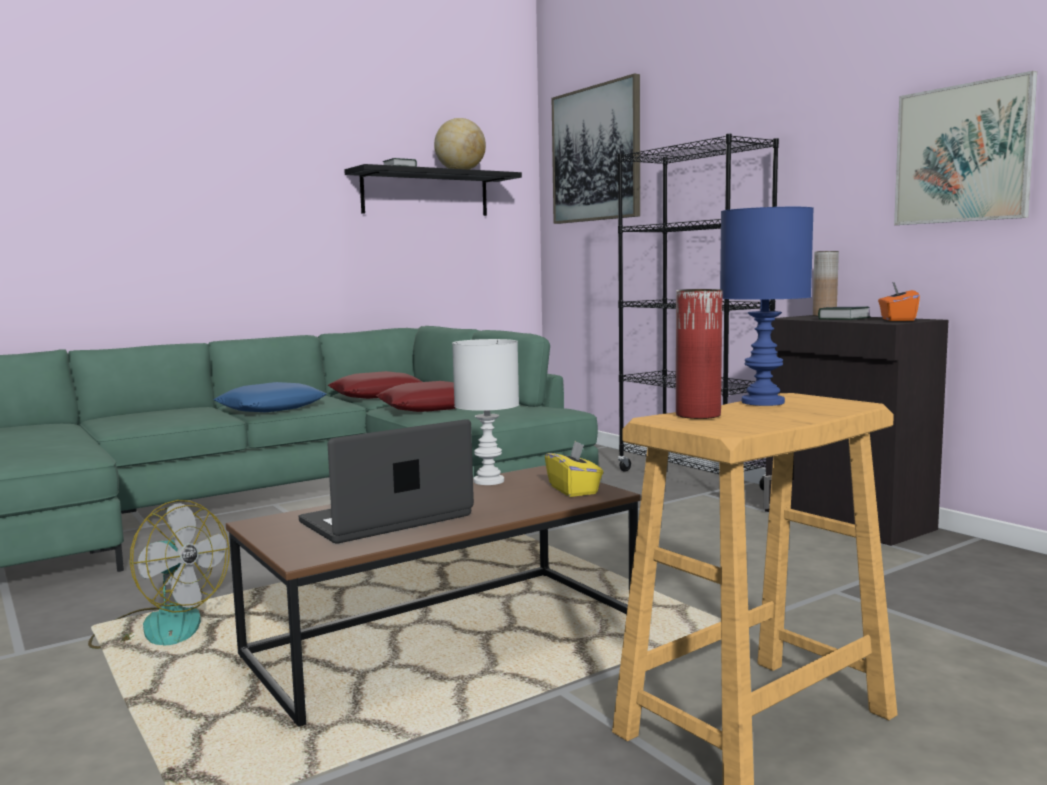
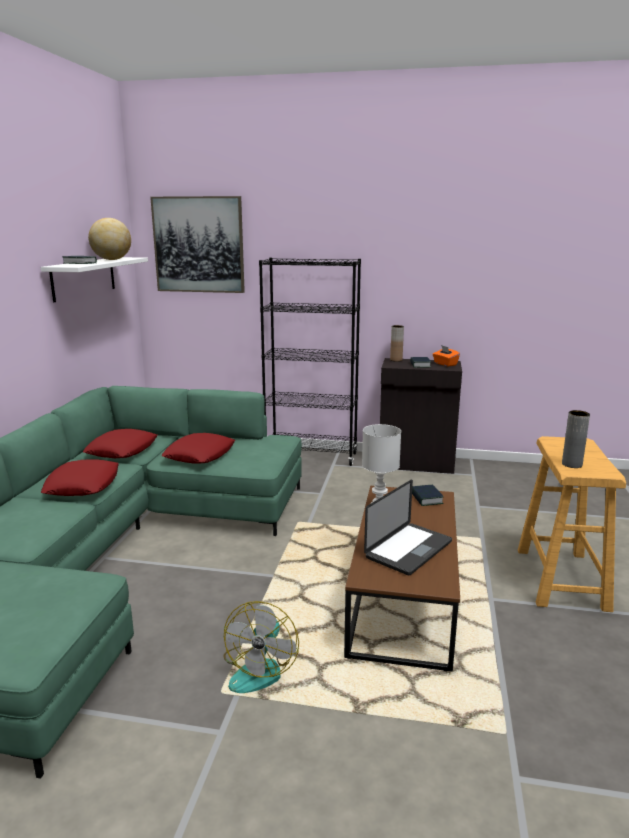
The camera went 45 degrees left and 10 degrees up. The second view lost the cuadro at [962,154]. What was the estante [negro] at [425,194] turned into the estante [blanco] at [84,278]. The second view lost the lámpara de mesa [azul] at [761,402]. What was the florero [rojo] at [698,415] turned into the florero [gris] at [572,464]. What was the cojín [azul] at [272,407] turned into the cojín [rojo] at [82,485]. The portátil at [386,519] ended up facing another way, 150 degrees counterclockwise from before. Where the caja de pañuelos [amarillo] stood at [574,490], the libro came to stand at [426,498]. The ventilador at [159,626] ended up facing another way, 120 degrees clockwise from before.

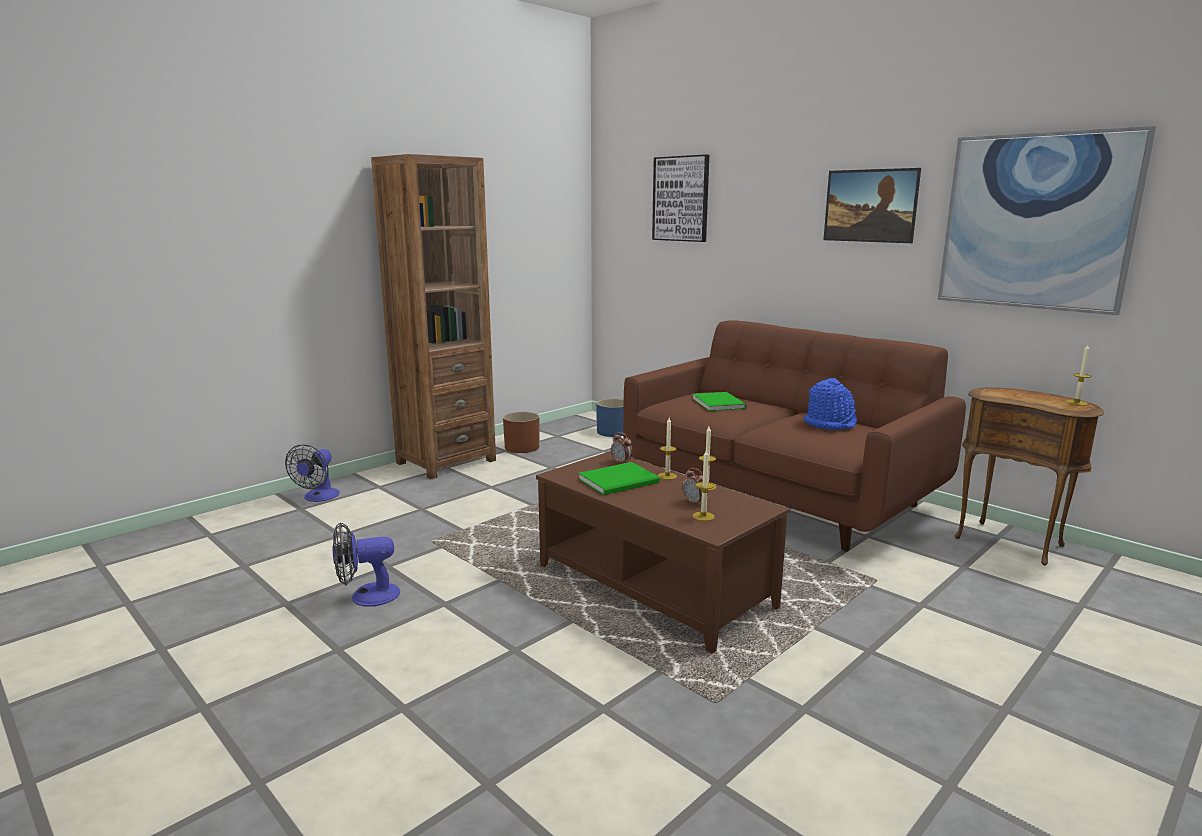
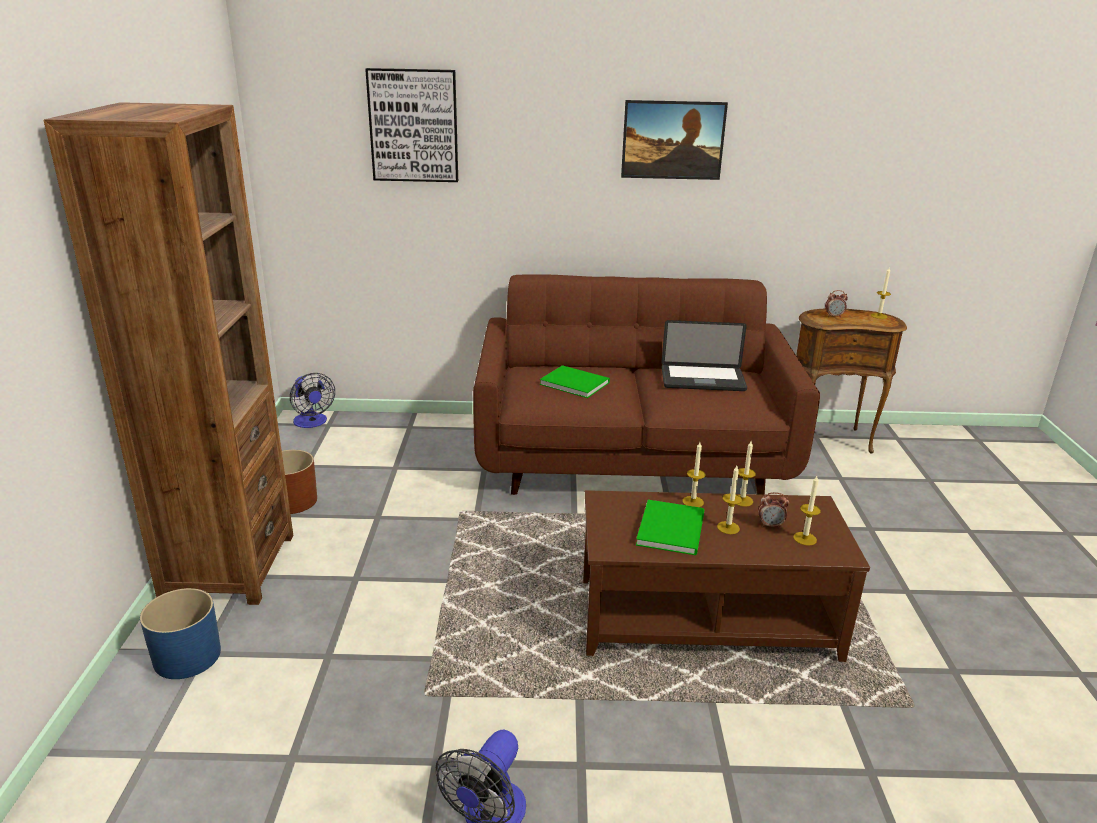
The camera went 45 degrees left and 10 degrees up. The second view lost the cuadro at [1036,222]. Where the sombrero [azul] stood at [830,423], the portátil came to stand at [702,380]. The maceta [azul] ended up elsewhere, having gone from [613,432] to [187,656]. The despertador ended up elsewhere, having gone from [621,462] to [834,316]. The ventilador ended up elsewhere, having gone from [318,497] to [312,423]. The second view gained the vela at [728,527].

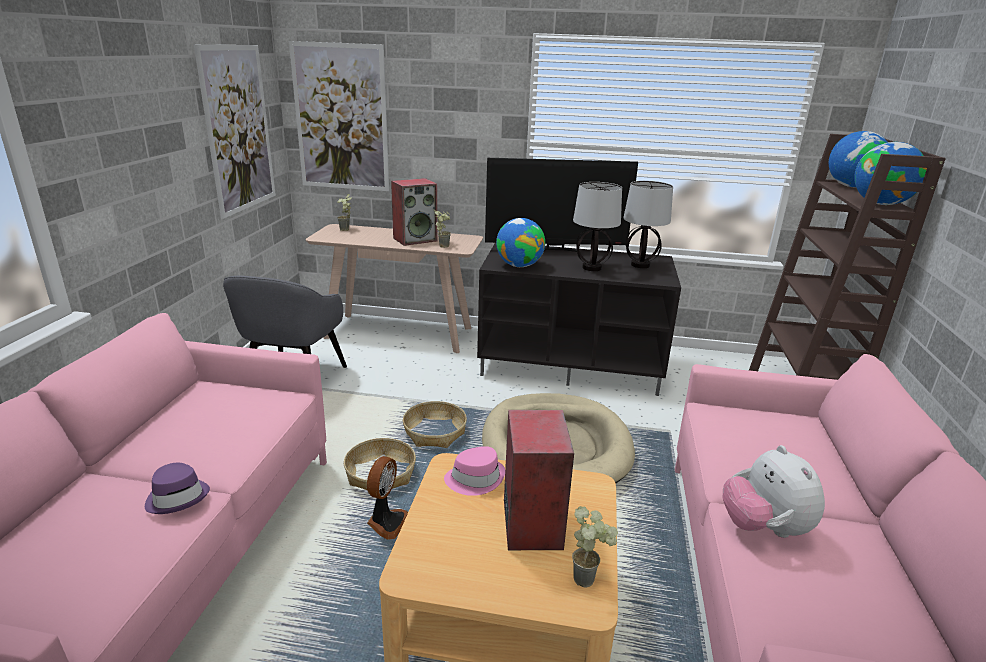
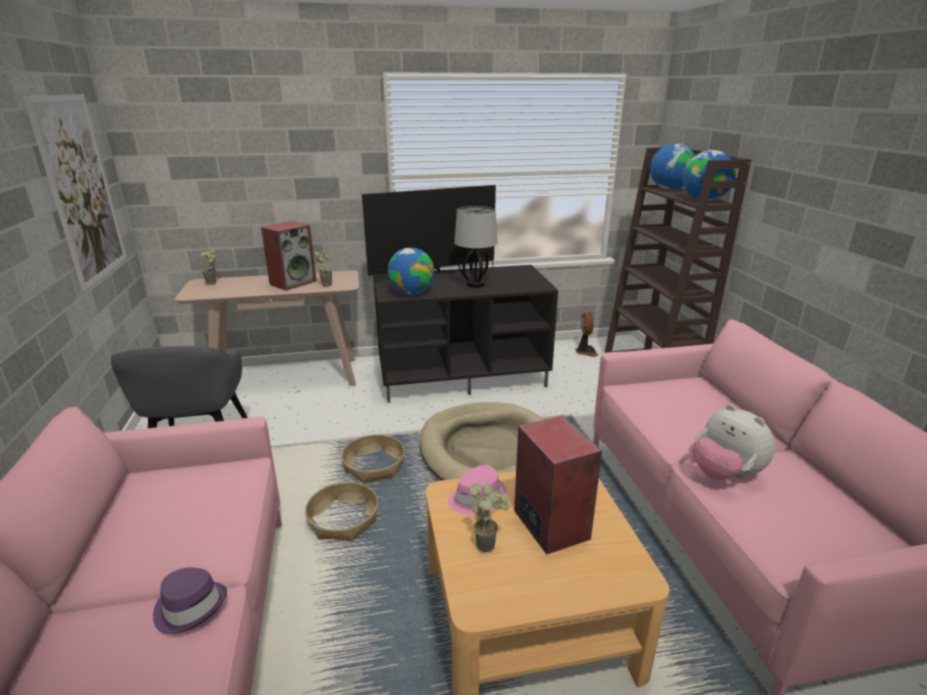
The camera went 20 degrees left and 0 degrees up. The second view lost the cuadro at [341,118]. The second view lost the lámpara de mesa at [641,265]. The ventilador ended up elsewhere, having gone from [386,522] to [585,351]. The planta en maceta ended up elsewhere, having gone from [589,578] to [489,543].

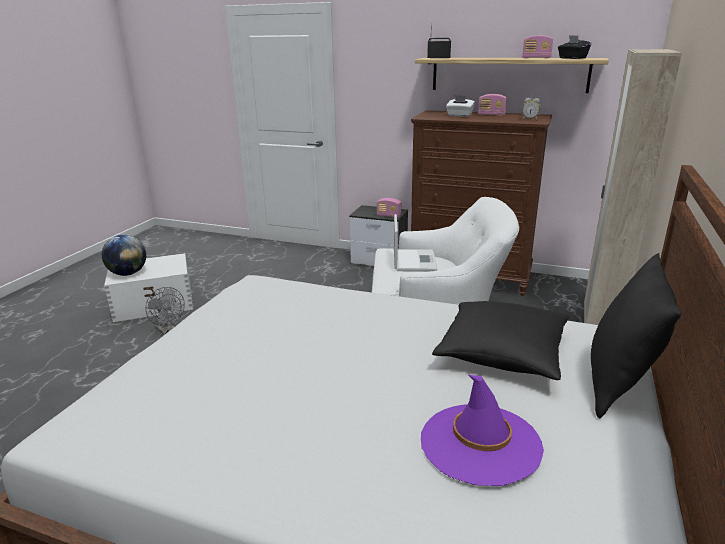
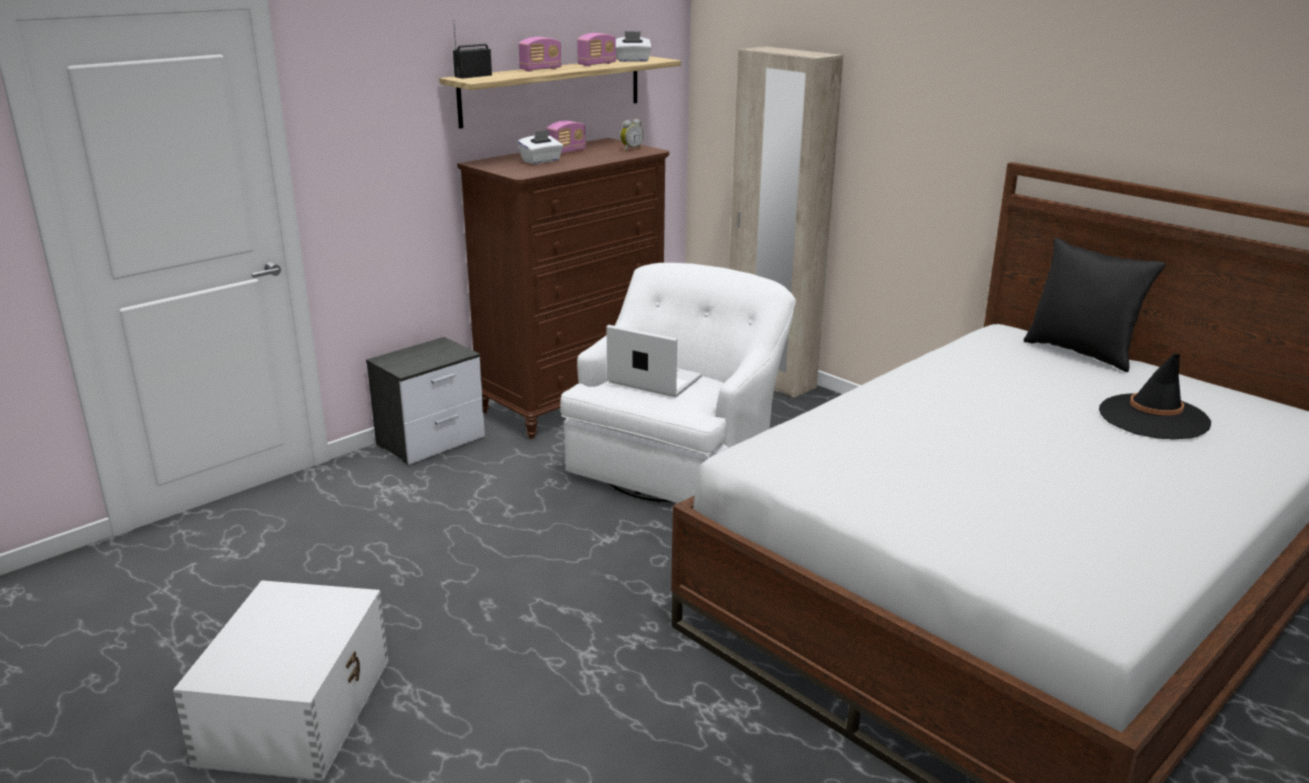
The camera went 65 degrees left and 0 degrees up. What was the caja de pañuelos [negro] at [572,58] turned into the caja de pañuelos [blanco] at [632,61]. The radio ended up elsewhere, having gone from [388,216] to [540,69]. The second view lost the globo terráqueo at [128,273]. The second view lost the ventilador [gris] at [168,331]. The second view lost the cojín [negro] at [502,353]. What was the sombrero [morado] at [480,443] turned into the sombrero [negro] at [1153,417].

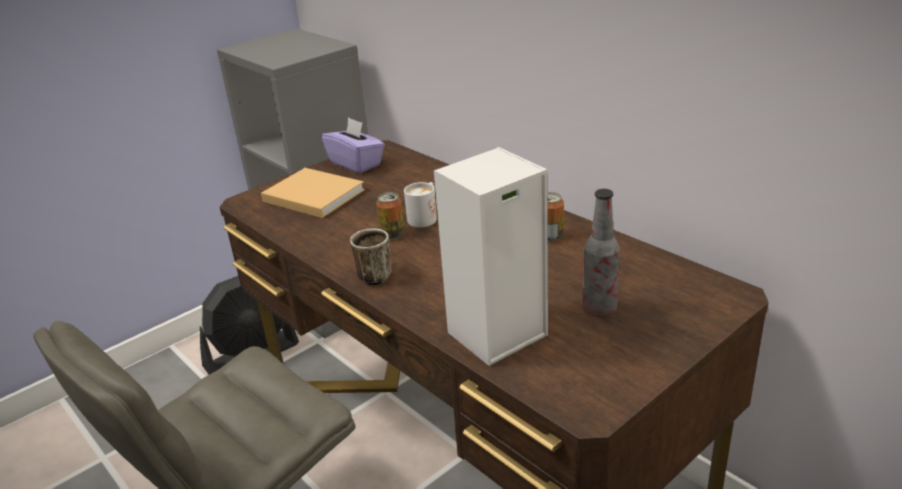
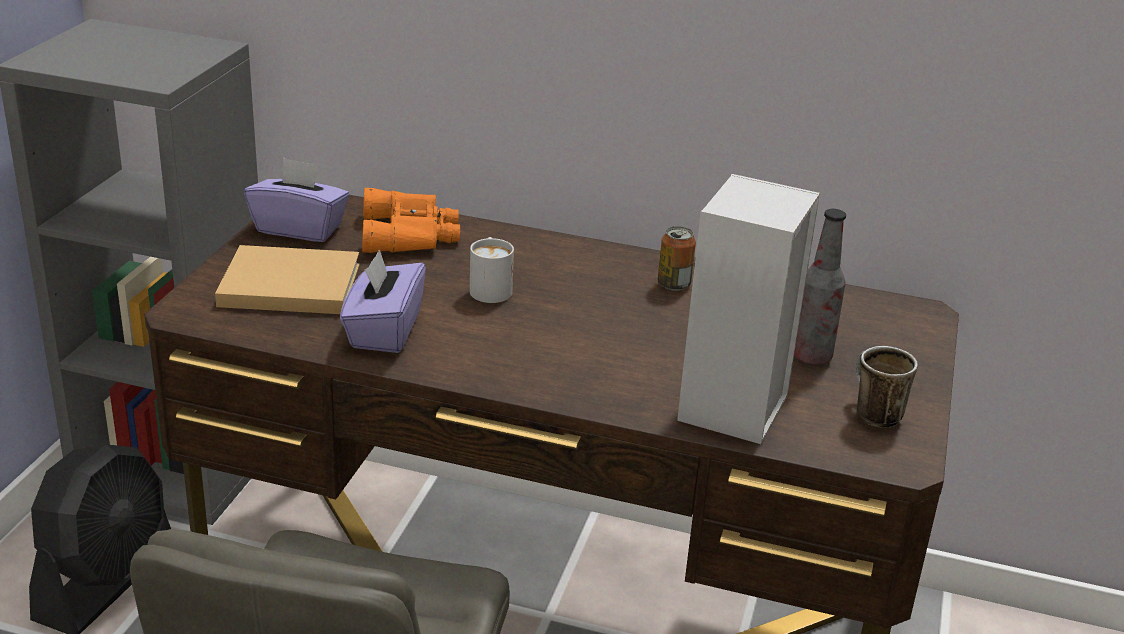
The camera went 35 degrees left and 0 degrees up. The second view lost the lata at [393,235]. The taza grande ended up elsewhere, having gone from [375,275] to [871,413]. The second view gained the prismáticos [naranja] at [411,234]. The second view gained the caja de pañuelos [morado] at [384,331].

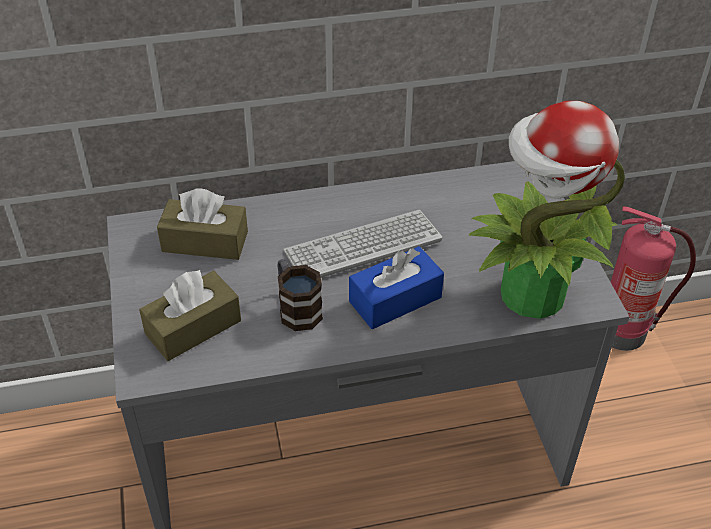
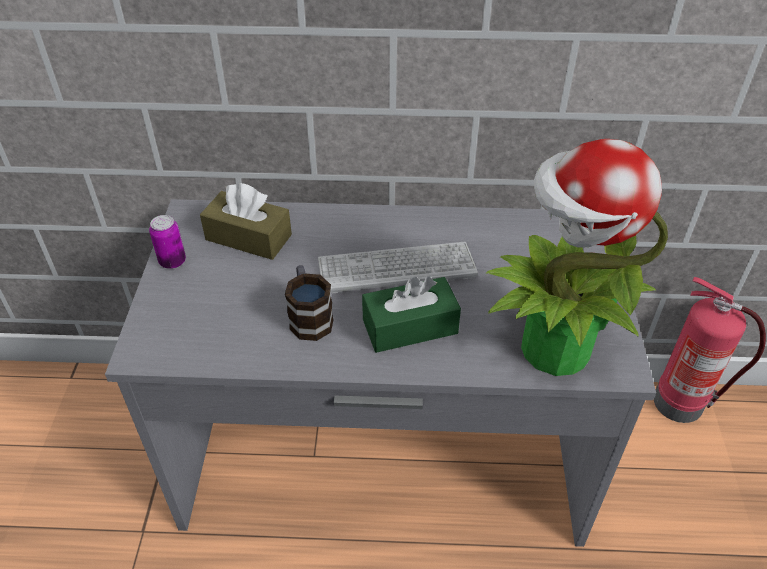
The camera went 15 degrees right and 0 degrees up. What was the caja de pañuelos [azul] at [395,299] turned into the caja de pañuelos [verde] at [410,326]. The second view lost the caja de pañuelos [marrón] at [193,327]. The second view gained the lata at [172,261].

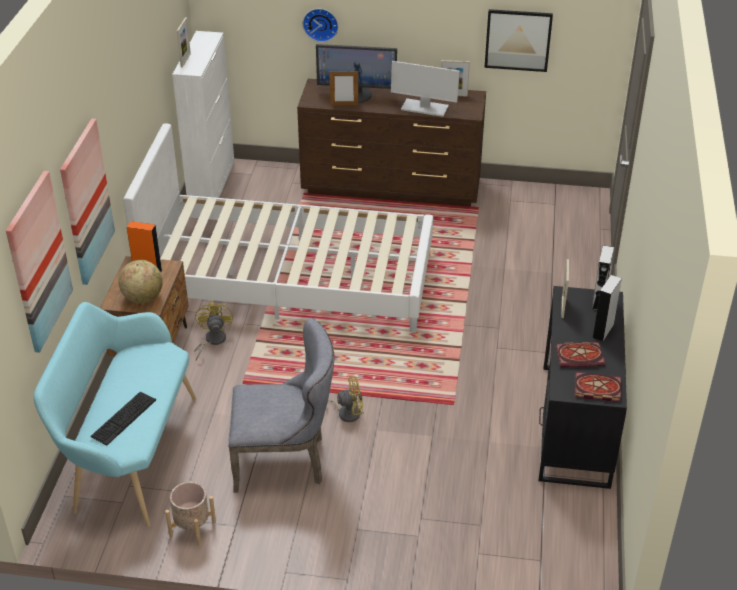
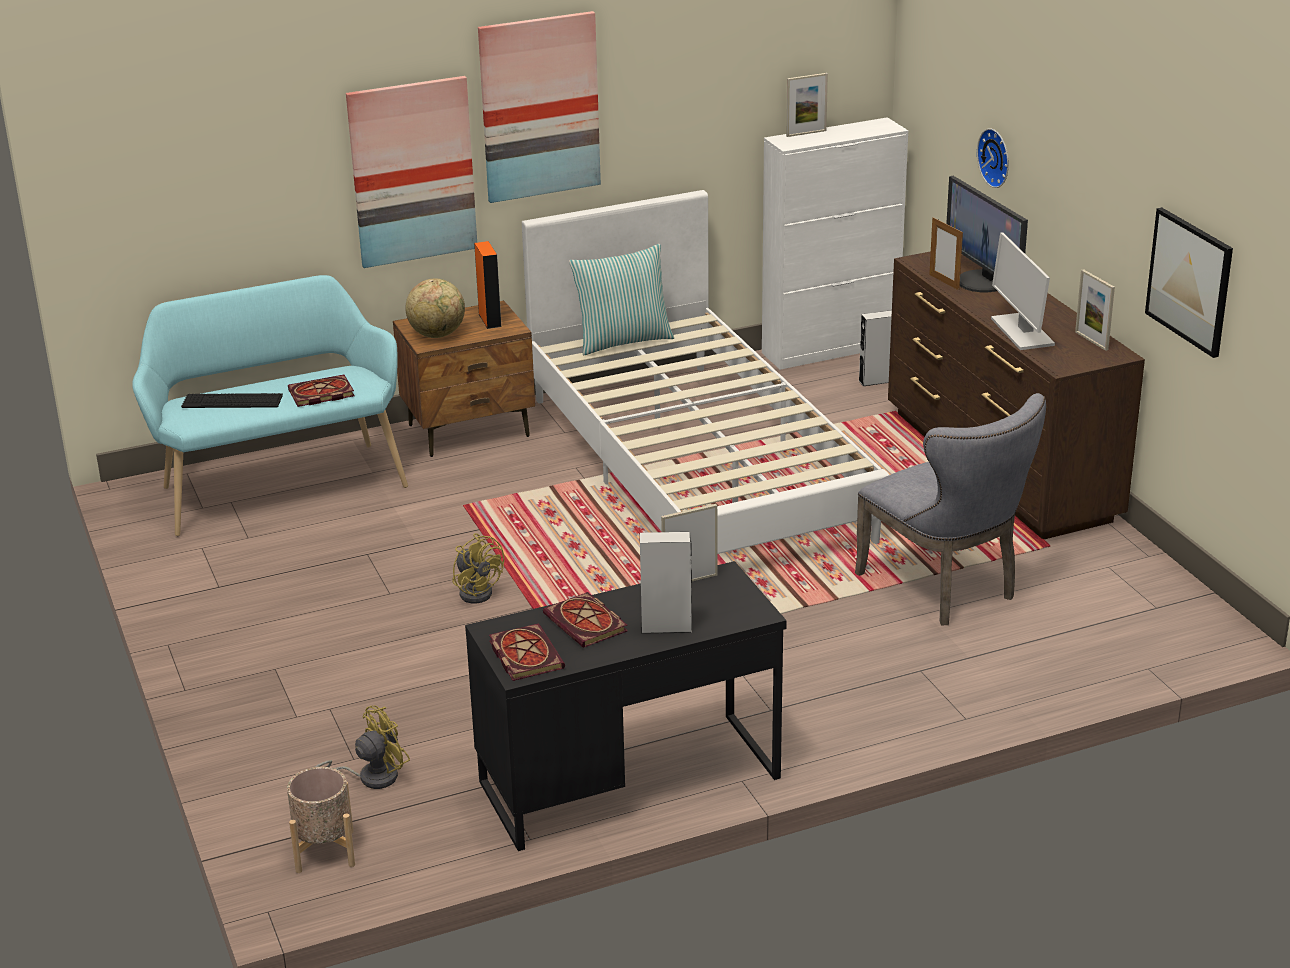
The camera went 60 degrees right and 10 degrees down. The cuadro ended up elsewhere, having gone from [38,262] to [539,106]. The altavoz [gris] ended up elsewhere, having gone from [599,301] to [877,381]. The ventilador [amarillo] ended up elsewhere, having gone from [212,341] to [370,777]. The silla [gris] ended up elsewhere, having gone from [285,460] to [945,588]. The maceta [beis] ended up elsewhere, having gone from [193,529] to [324,851]. The second view gained the cojín at [623,341]. The second view gained the libro at [320,394].

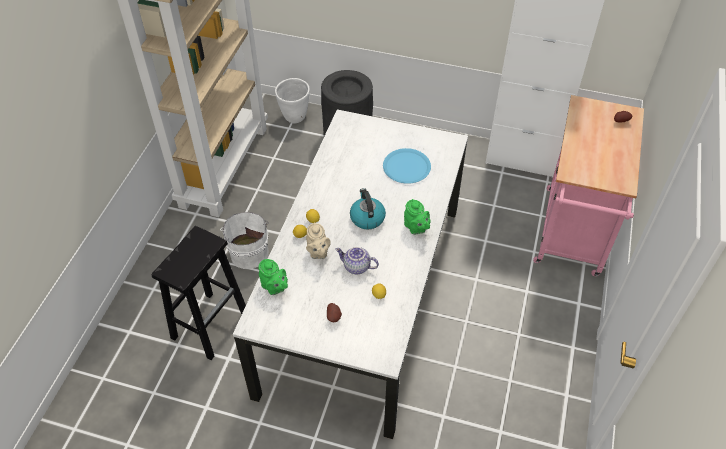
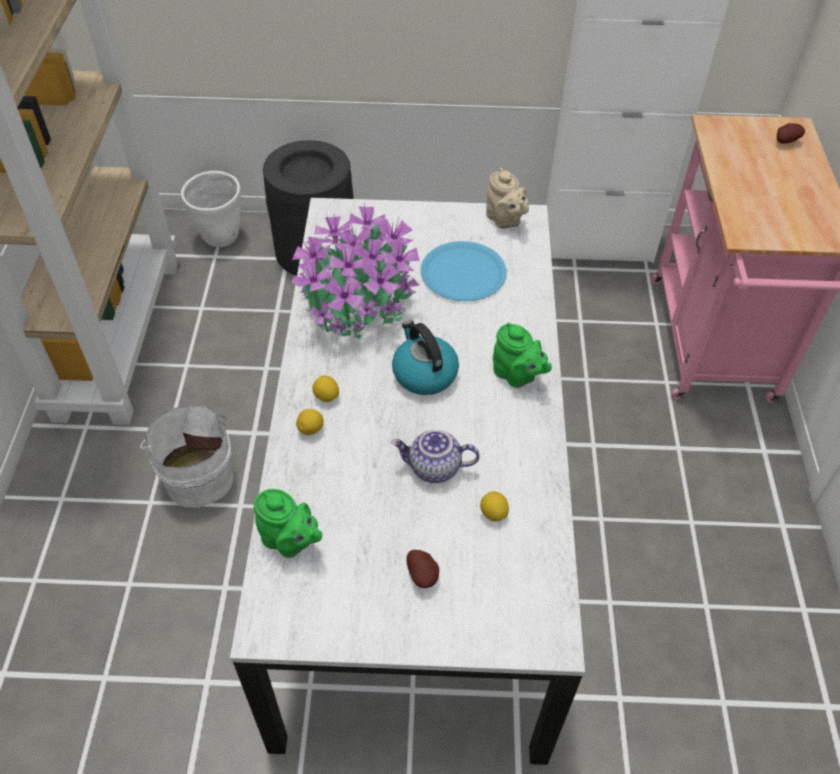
The camera went 15 degrees left and 0 degrees up. The tetera [beis] ended up elsewhere, having gone from [318,252] to [505,220]. The second view lost the taburete [negro] at [210,324]. The second view gained the planta en maceta at [356,304].

